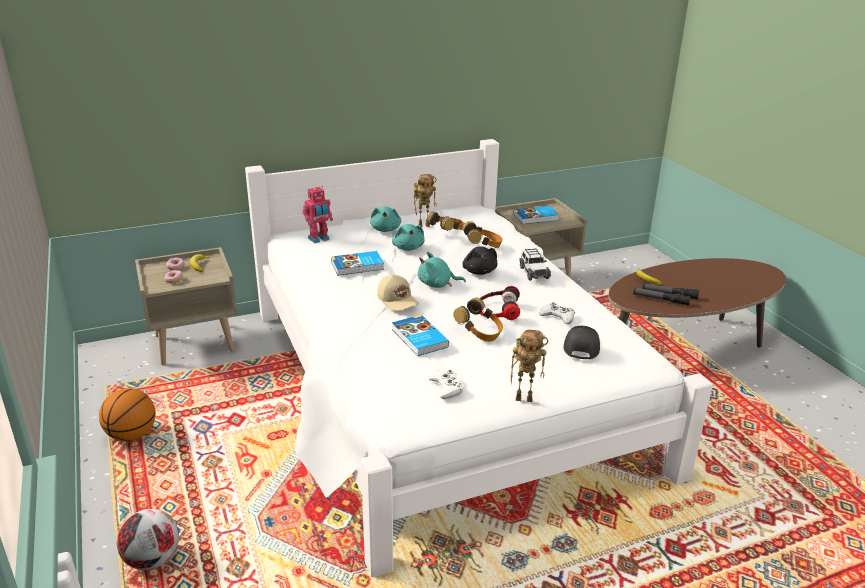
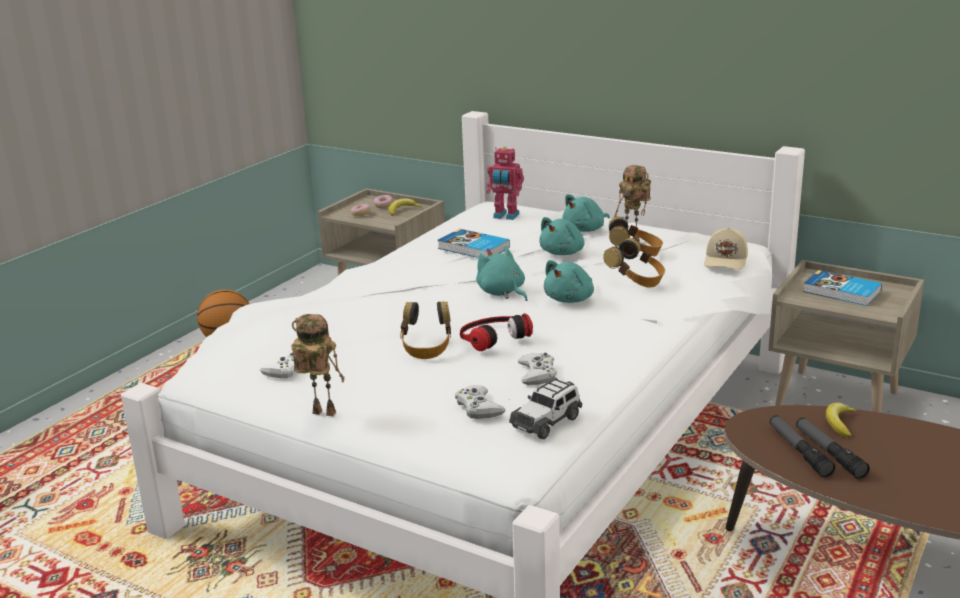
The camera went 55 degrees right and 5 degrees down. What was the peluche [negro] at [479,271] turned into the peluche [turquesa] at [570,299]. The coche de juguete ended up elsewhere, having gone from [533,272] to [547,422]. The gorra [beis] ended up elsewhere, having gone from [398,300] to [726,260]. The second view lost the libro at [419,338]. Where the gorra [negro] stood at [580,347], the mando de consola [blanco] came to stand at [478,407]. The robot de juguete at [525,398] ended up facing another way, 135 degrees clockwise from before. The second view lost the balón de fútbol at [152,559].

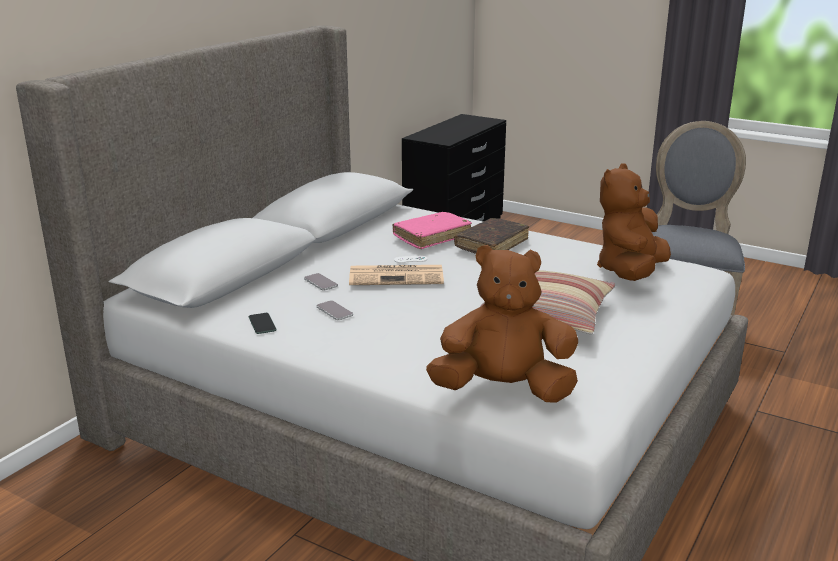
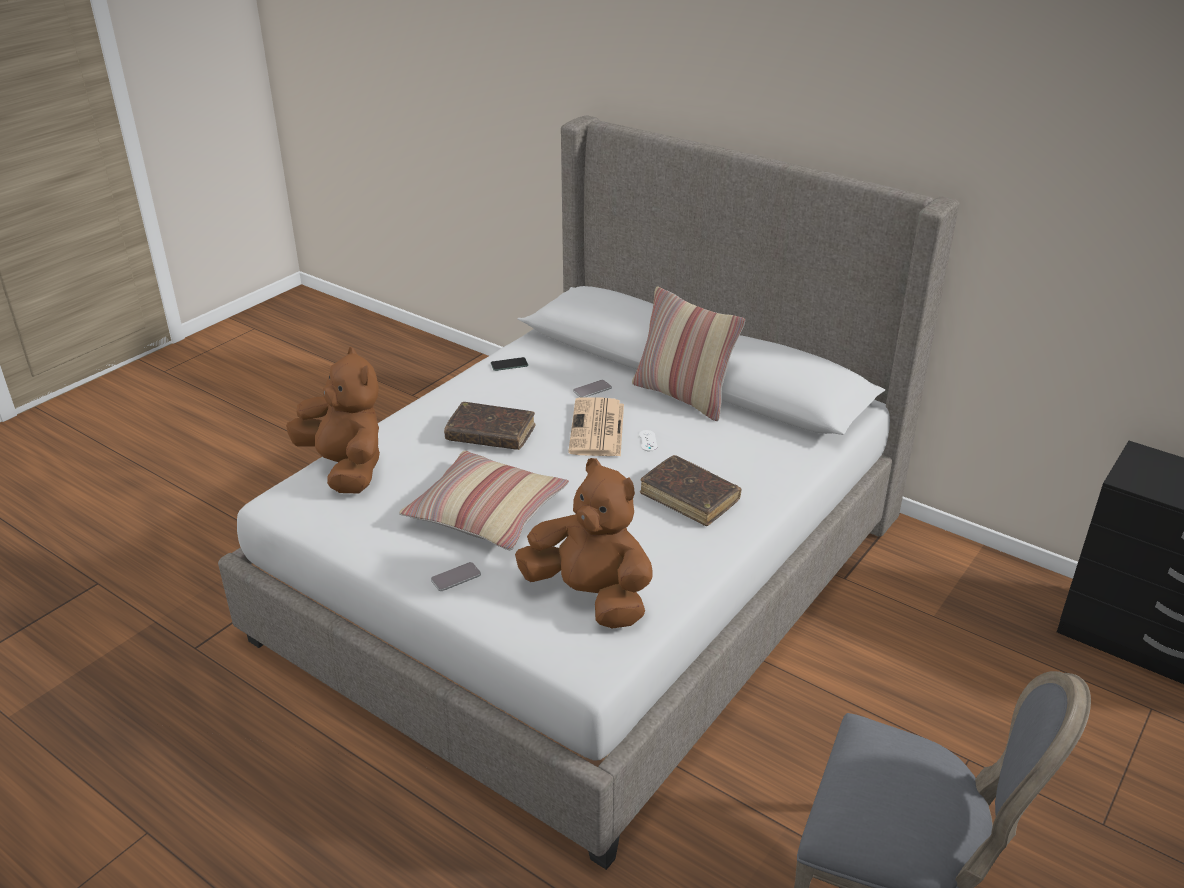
The camera went 95 degrees right and 10 degrees up. The second view lost the libro [rosa] at [432,237]. The peluche [marrón] at [503,390] ended up facing another way, 45 degrees counterclockwise from before. The móvil ended up elsewhere, having gone from [334,311] to [456,577]. The second view gained the cojín at [683,396]. The second view gained the libro [marrón] at [490,434].

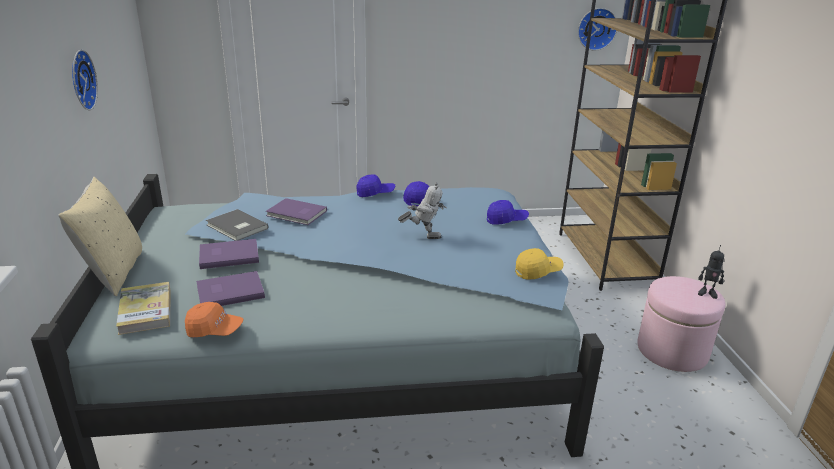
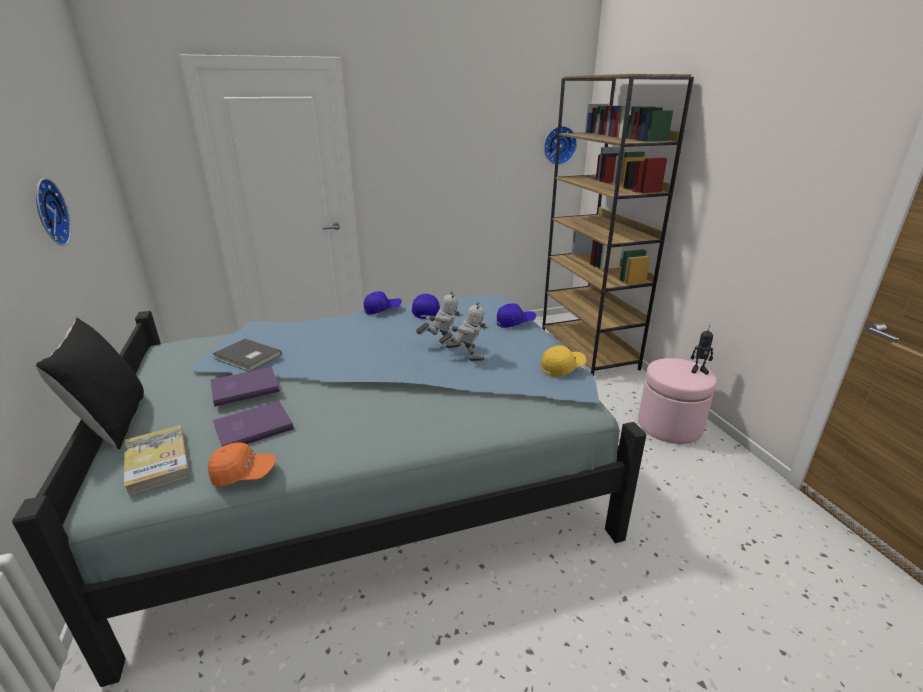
The camera went 10 degrees left and 0 degrees up. What was the cojín [beis] at [113,273] turned into the cojín [negro] at [112,423]. The second view lost the libro [morado] at [296,214]. The second view gained the robot de juguete at [465,357].

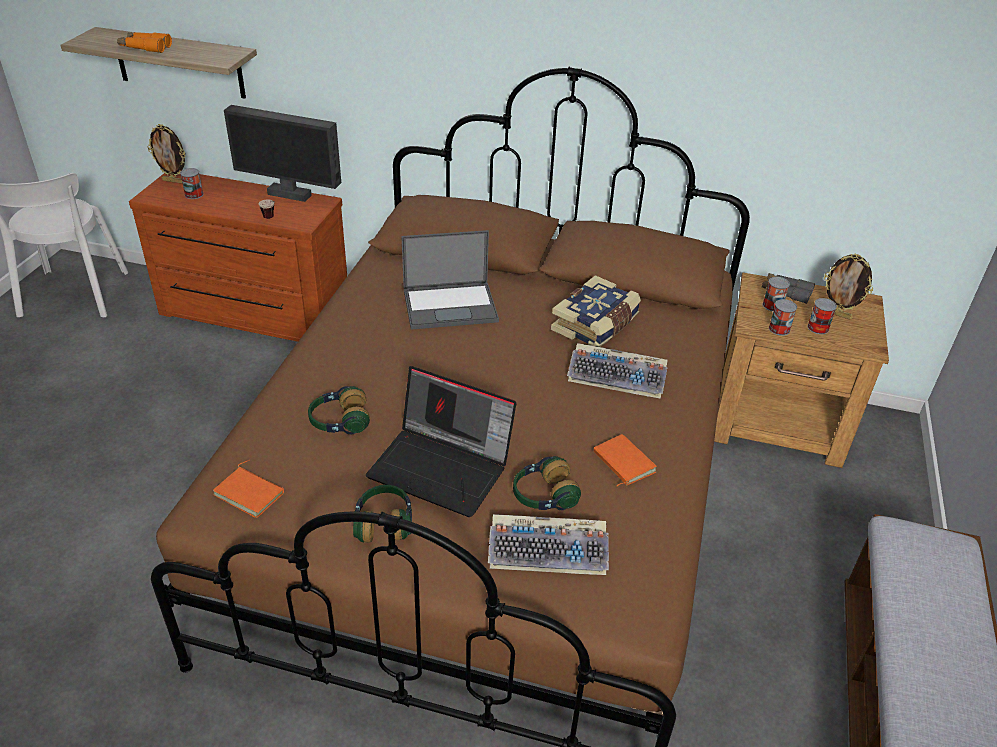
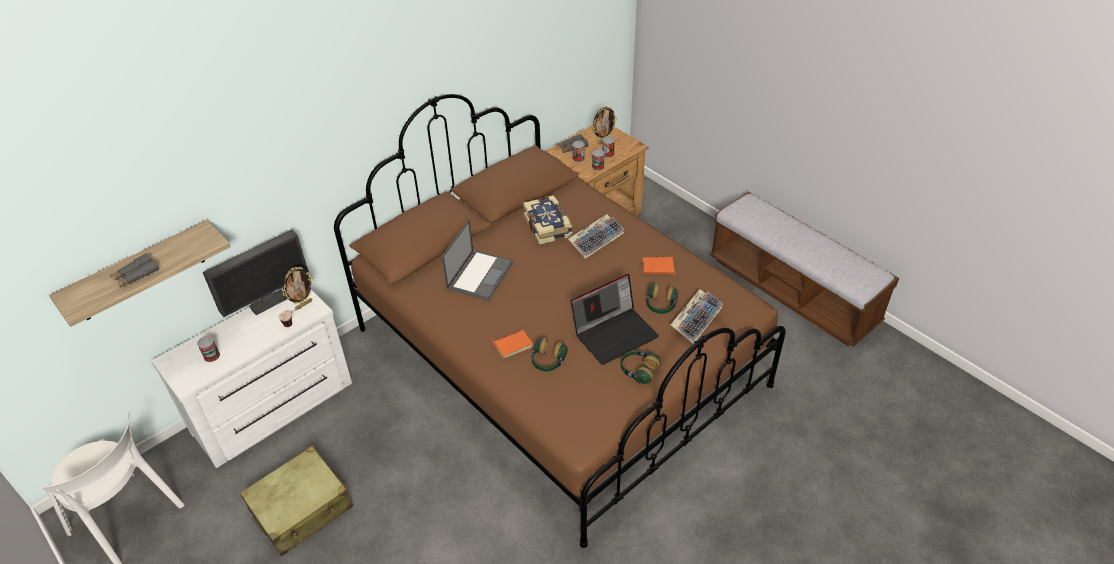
The camera went 55 degrees left and 5 degrees up. What was the prismáticos [naranja] at [145,47] turned into the prismáticos [gris] at [136,275]. The portarretratos ended up elsewhere, having gone from [174,181] to [303,305]. What was the cómoda [marrón] at [253,314] turned into the cómoda [blanco] at [275,409]. The libro [naranja] ended up elsewhere, having gone from [251,493] to [512,344]. The second view gained the maleta [beis] at [301,509].

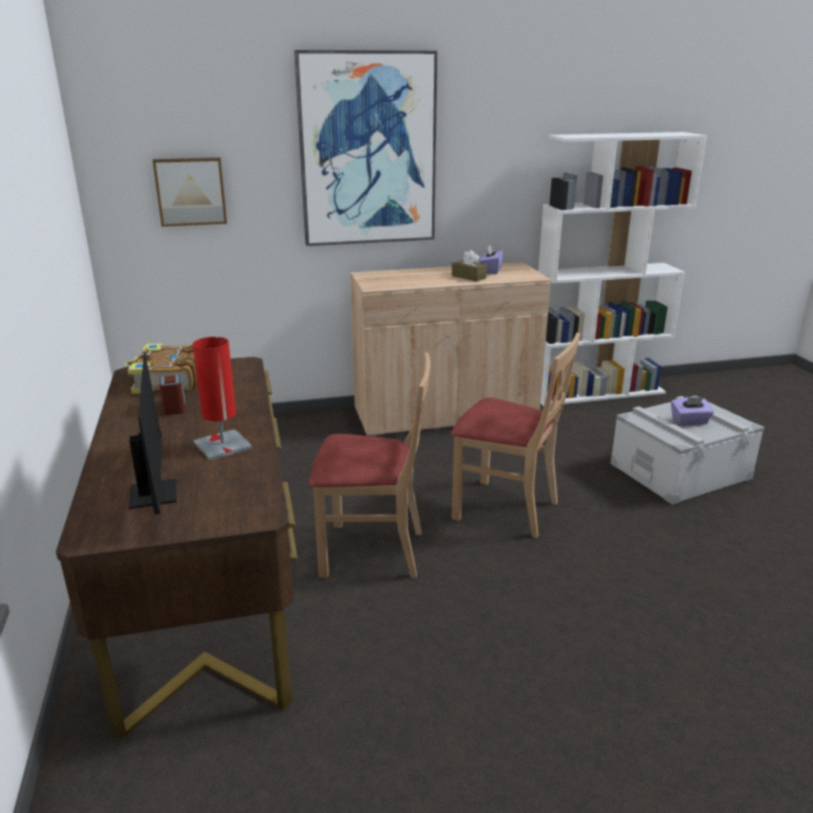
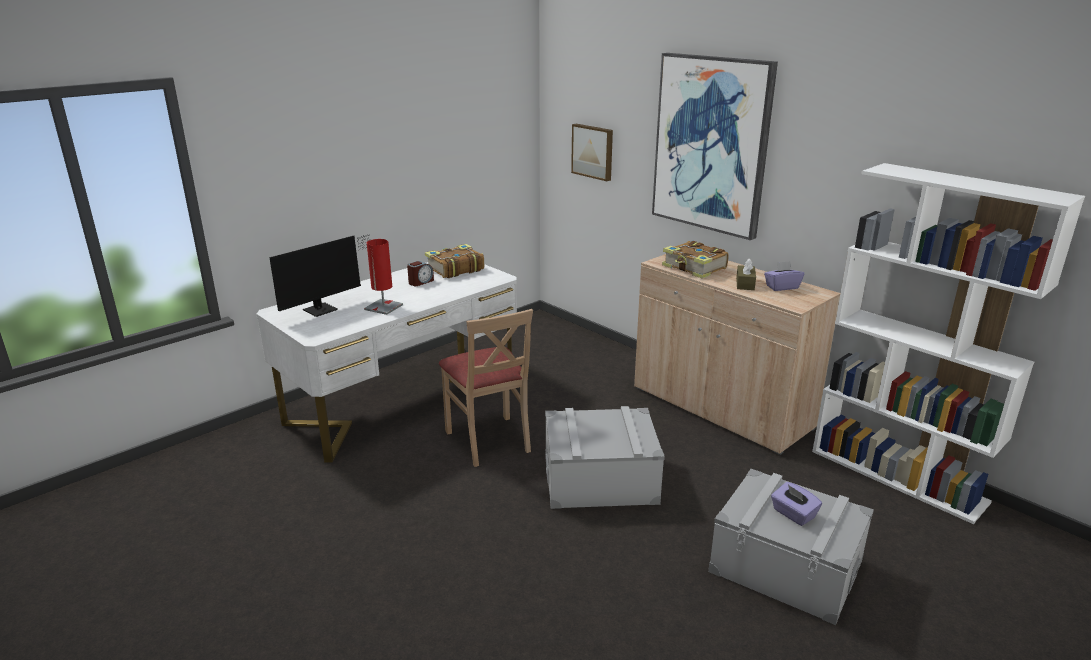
The camera went 60 degrees right and 0 degrees up. Where the silla [beis] stood at [506,509], the caja de almacenaje [gris] came to stand at [600,480]. What was the escritorio [marrón] at [207,591] turned into the escritorio [blanco] at [403,402]. The second view gained the libro at [694,268].

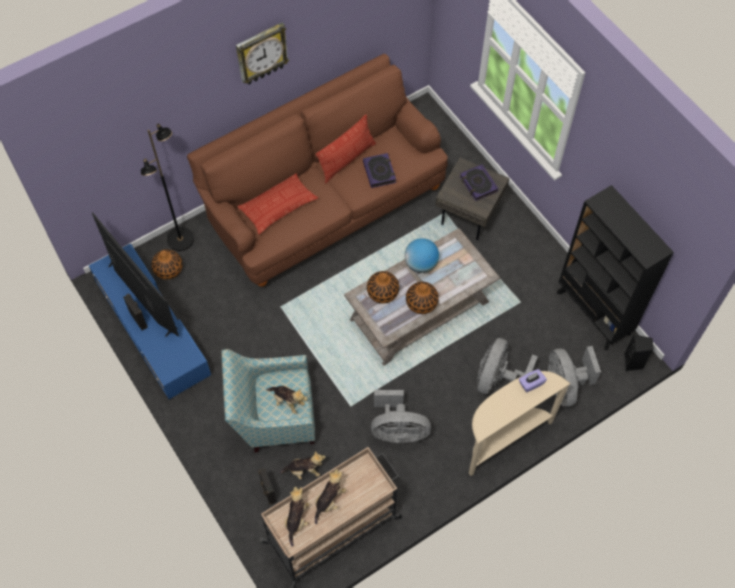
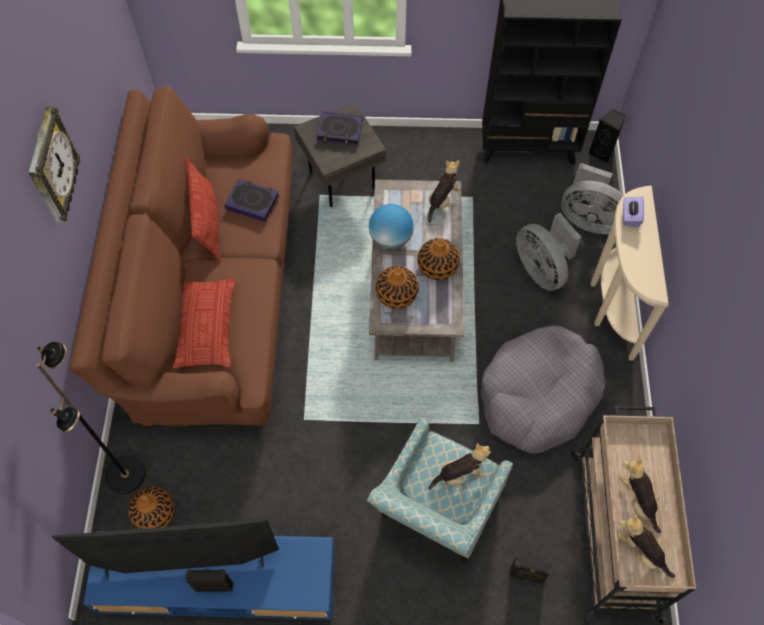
The camera went 55 degrees left and 0 degrees up. Where the ventilador [gris] stood at [397,430], the cama para perro [gris] came to stand at [538,395]. The peluche ended up elsewhere, having gone from [304,470] to [442,201].

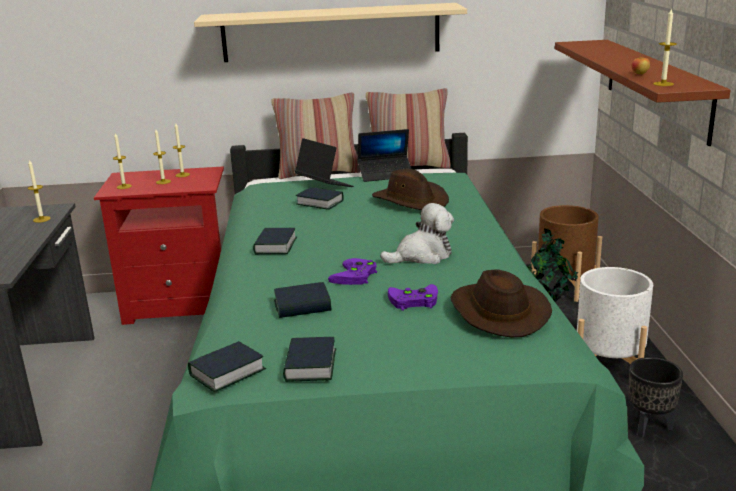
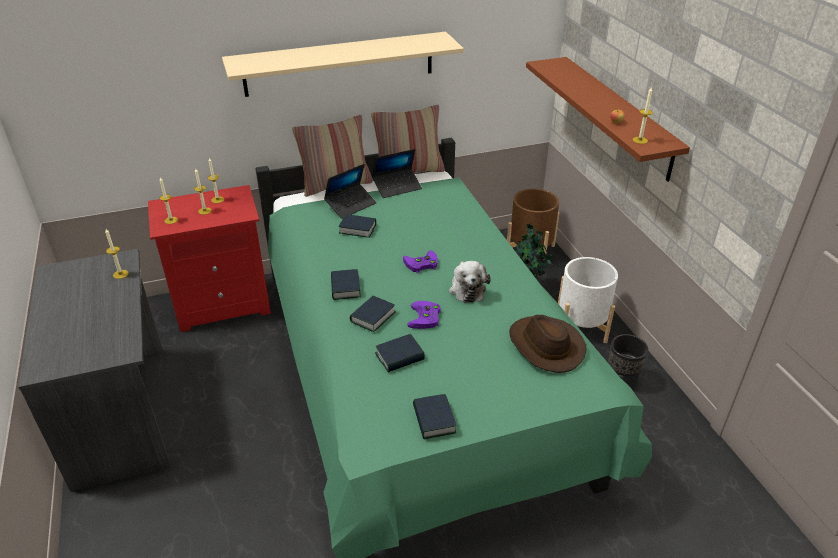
The camera went 15 degrees left and 15 degrees up. The portátil at [324,185] ended up facing another way, 105 degrees clockwise from before. The second view lost the sombrero [marrón] at [411,200]. The peluche at [422,256] ended up facing another way, 120 degrees clockwise from before. The mando de consola [morado] ended up elsewhere, having gone from [412,301] to [420,264]. The libro ended up elsewhere, having gone from [227,372] to [372,317].

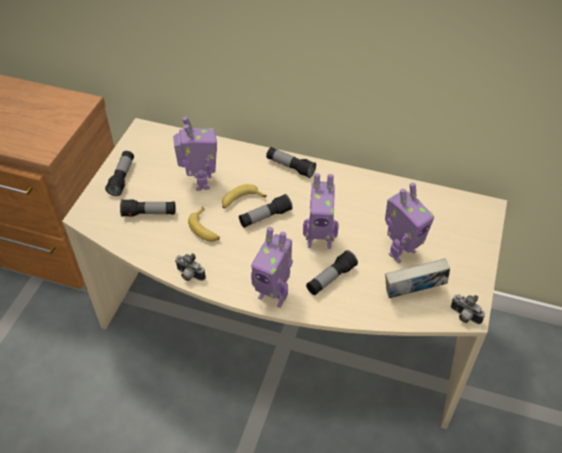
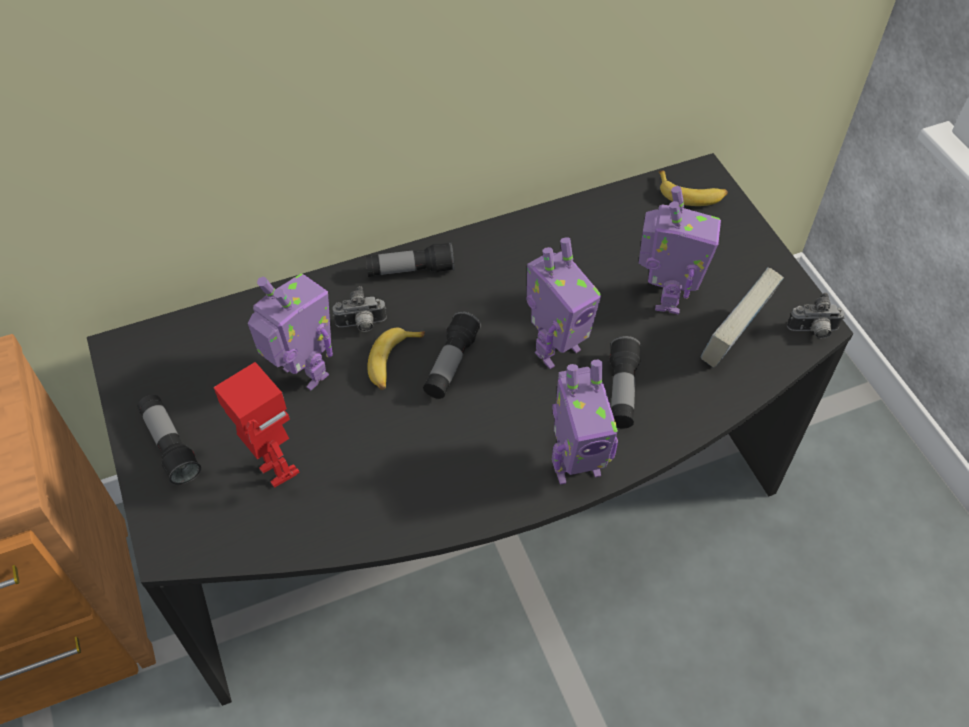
The camera went 40 degrees left and 5 degrees up. What was the escritorio [beis] at [283,327] turned into the escritorio [negro] at [480,511]. Where the linterna stood at [149,213], the robot de juguete came to stand at [275,472]. The plátano ended up elsewhere, having gone from [205,229] to [691,194]. The cámara ended up elsewhere, having gone from [189,275] to [361,325].

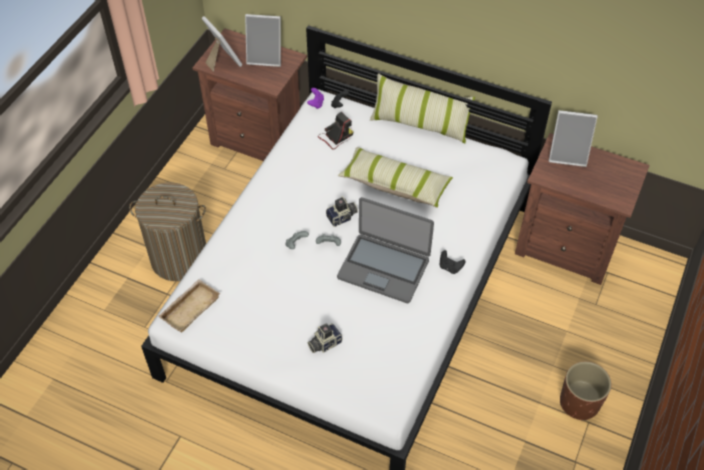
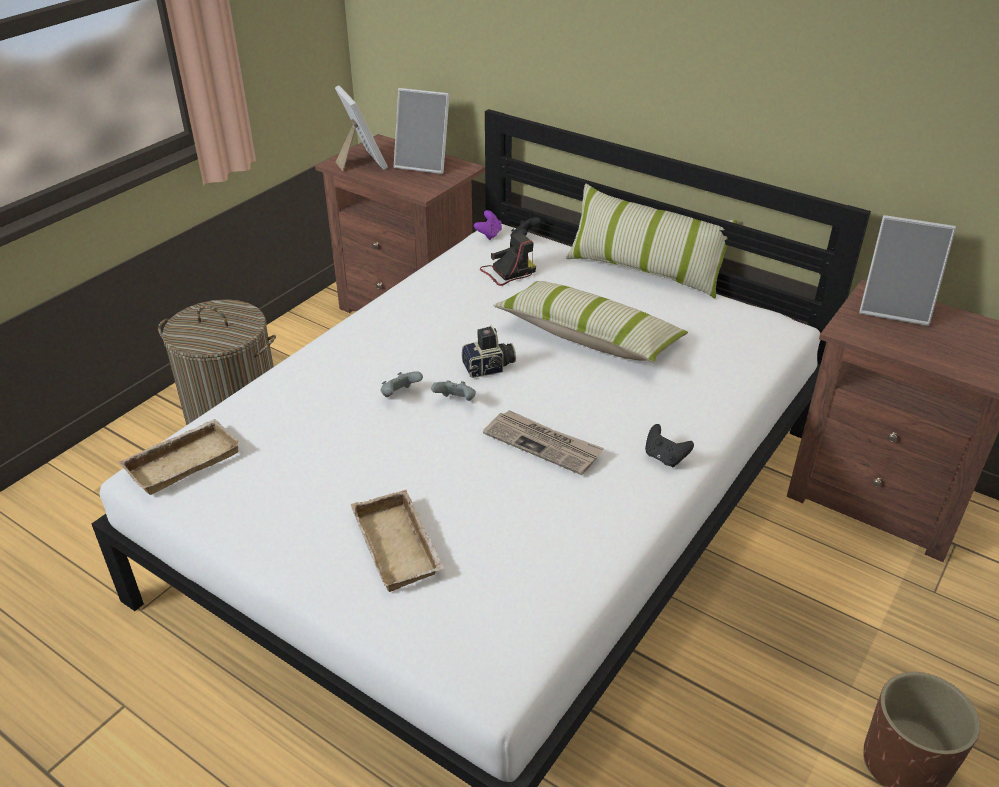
The camera went 10 degrees right and 15 degrees down. Where the portátil stood at [384,268], the periódico came to stand at [543,444]. Where the cámara stood at [324,343], the bandeja [beis] came to stand at [400,546].

